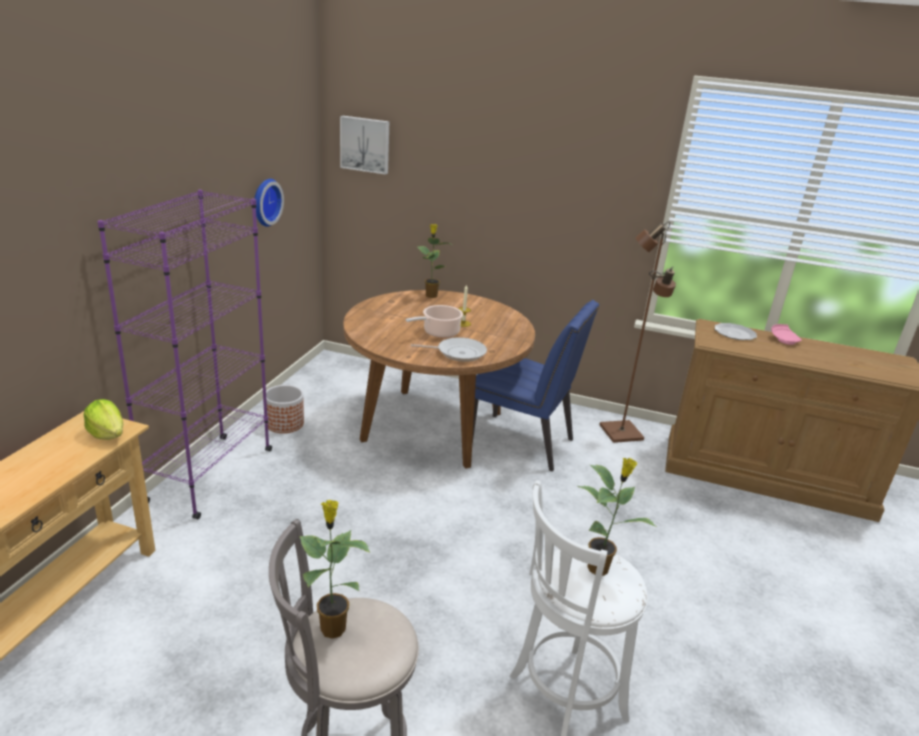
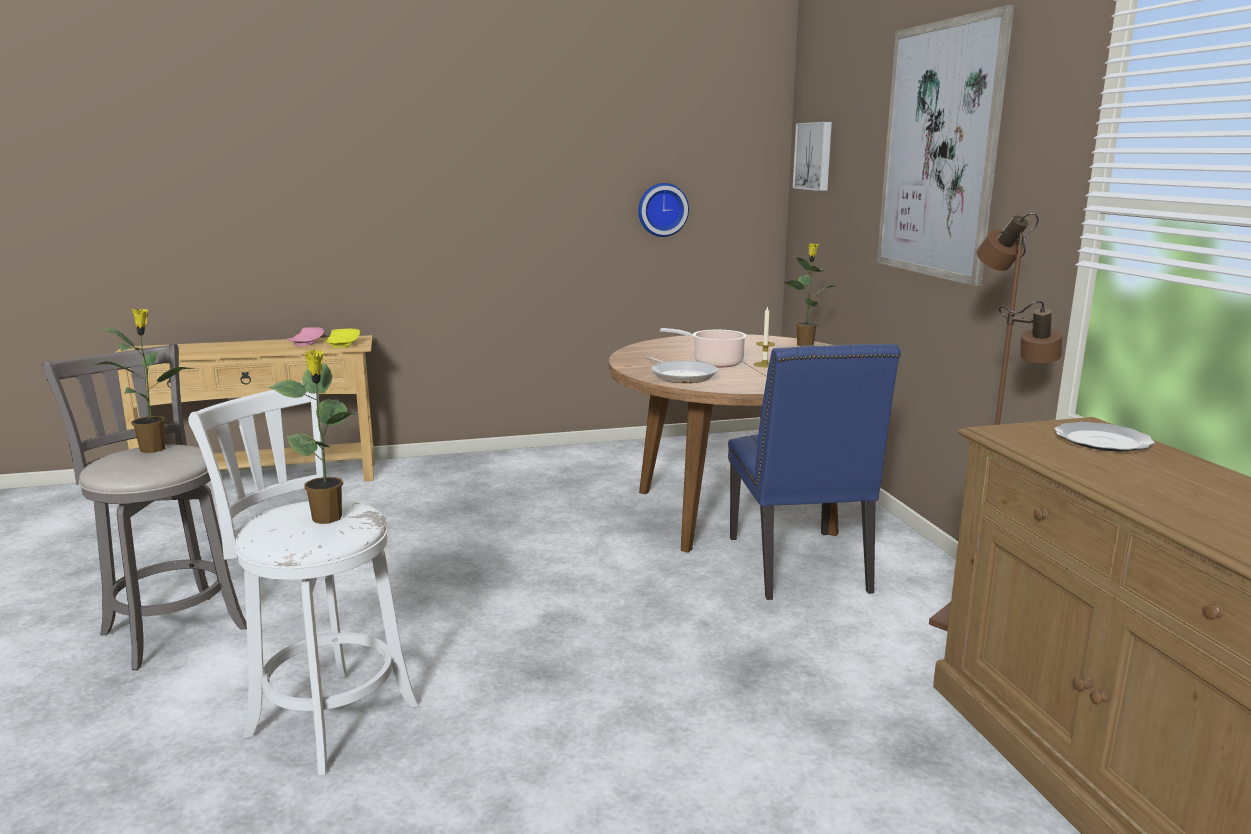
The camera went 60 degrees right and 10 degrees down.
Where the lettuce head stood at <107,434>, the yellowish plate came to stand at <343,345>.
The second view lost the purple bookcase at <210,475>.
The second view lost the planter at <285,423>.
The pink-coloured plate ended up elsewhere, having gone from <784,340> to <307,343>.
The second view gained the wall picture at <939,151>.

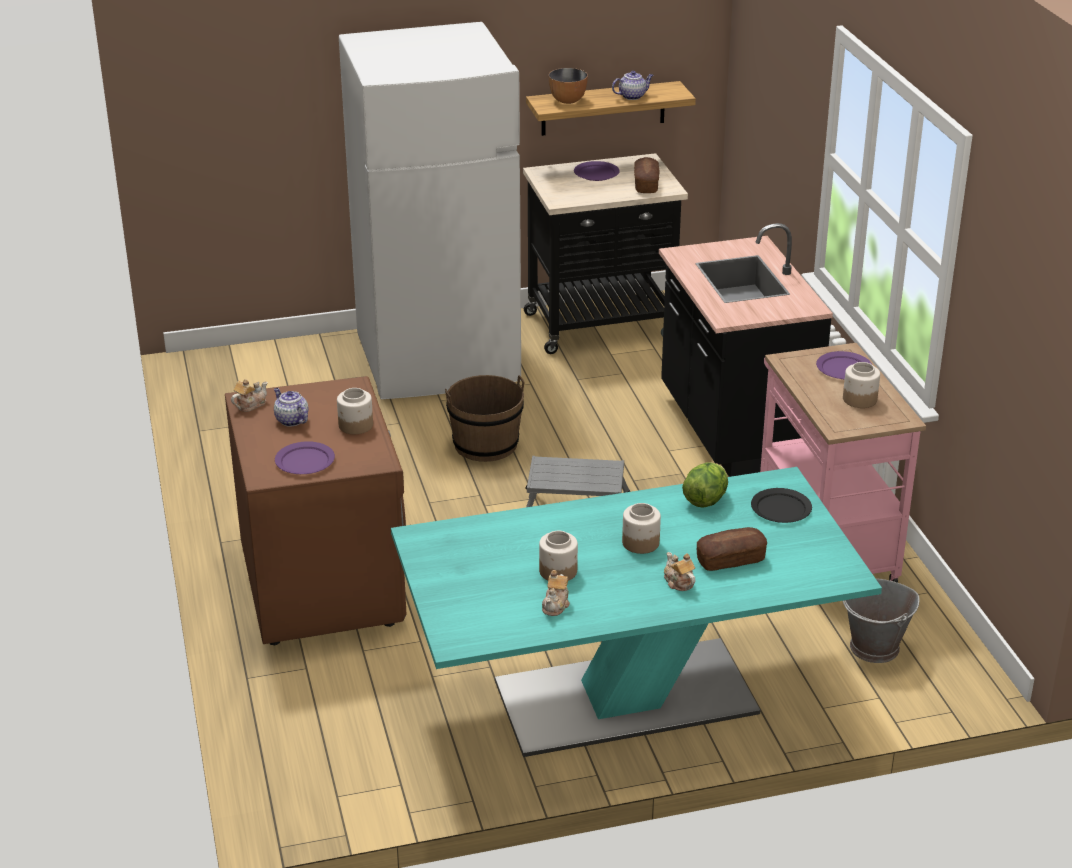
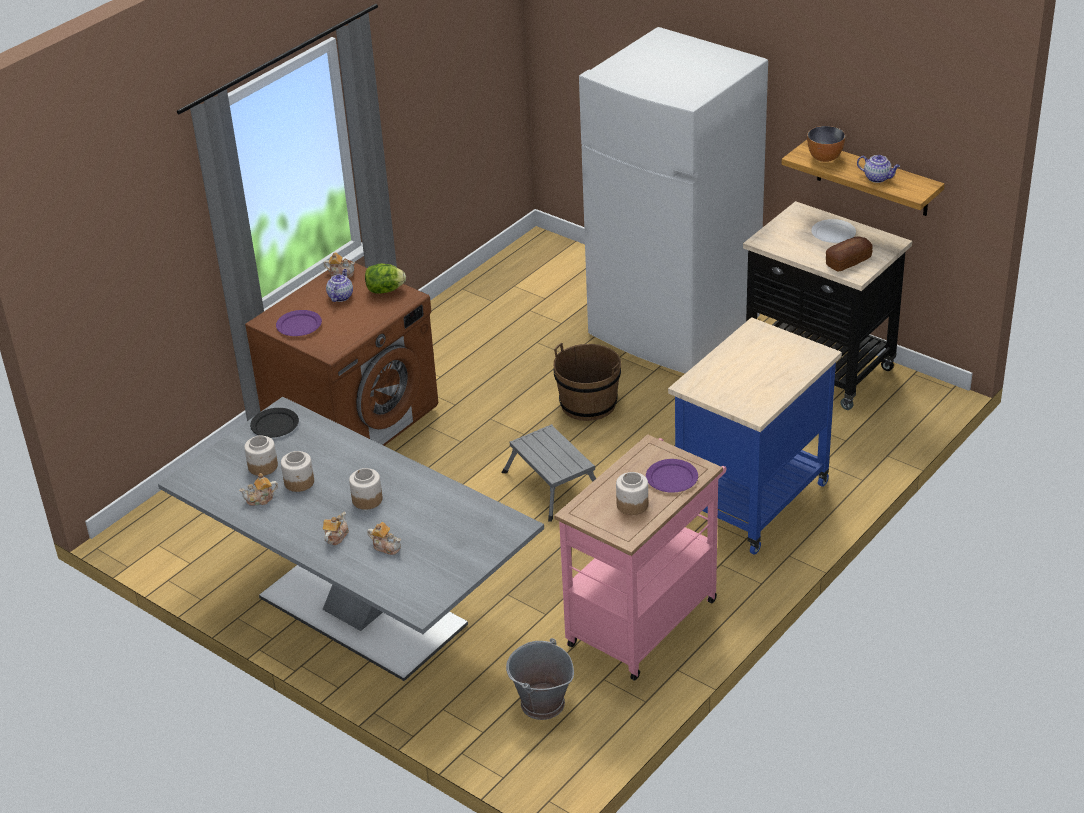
The camera went 55 degrees right and 5 degrees up.
The preserve jar ended up elsewhere, having gone from <355,425> to <262,466>.
What was the blue-green kitchen table at <625,698> turned into the greyish kitchen table at <362,612>.
What was the purple plate at <596,173> turned into the white plate at <833,233>.
Where the black kitchen counter stood at <732,430>, the blue-coloured wheeled cart came to stand at <752,503>.
The lettuce head ended up elsewhere, having gone from <705,500> to <385,290>.
Where the bread stood at <730,560>, the tea pot came to stand at <386,547>.
The black plate ended up elsewhere, having gone from <781,508> to <275,425>.

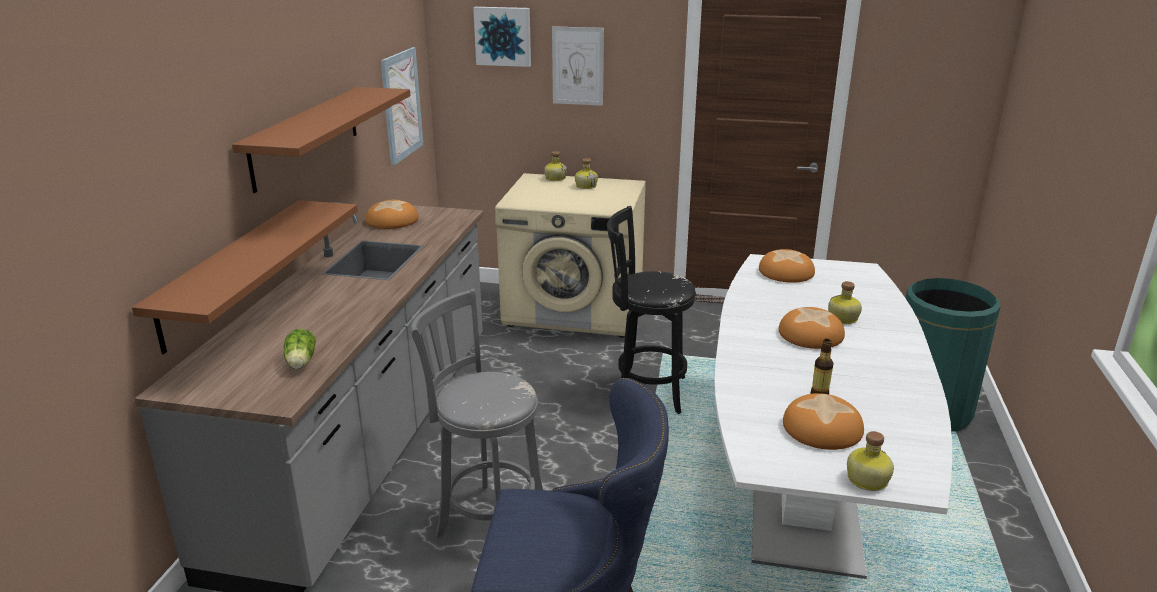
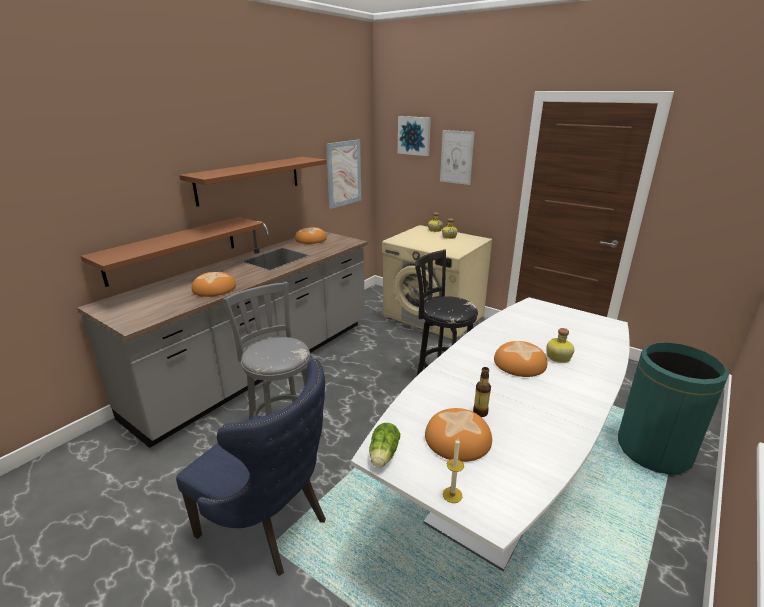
The camera went 25 degrees right and 0 degrees up.
The lettuce head ended up elsewhere, having gone from <300,363> to <383,456>.
The bread ended up elsewhere, having gone from <786,272> to <214,289>.
Where the beverage bottle stood at <866,480>, the wax light came to stand at <452,495>.

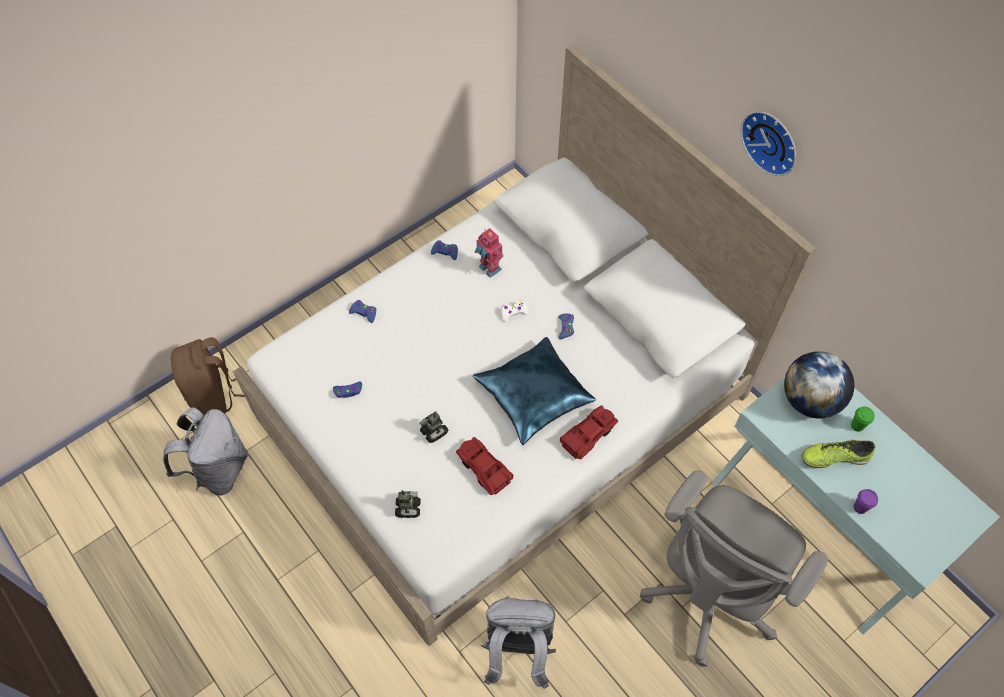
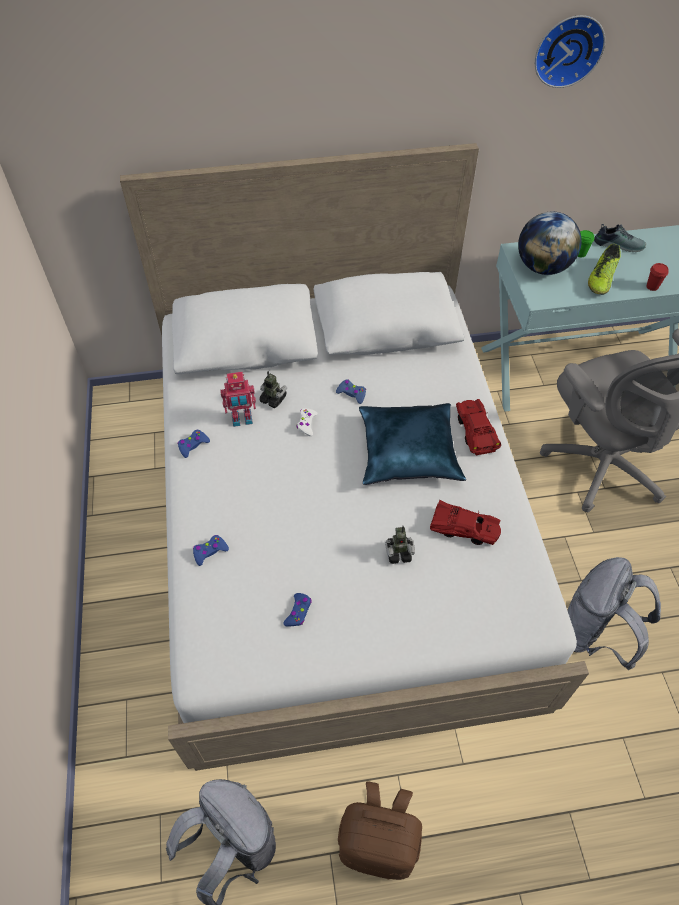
The camera went 60 degrees left and 5 degrees down.
The brown backpack ended up elsewhere, having gone from <215,395> to <379,841>.
The robot figure ended up elsewhere, having gone from <408,508> to <273,399>.
The reddish miniature car at <483,468> ended up facing another way, 150 degrees counterclockwise from before.
The hanging clock ended up elsewhere, having gone from <772,141> to <567,49>.
What was the purple drinking cup at <860,507> turned into the reddish drinking cup at <652,286>.
The second view gained the shoe at <618,244>.

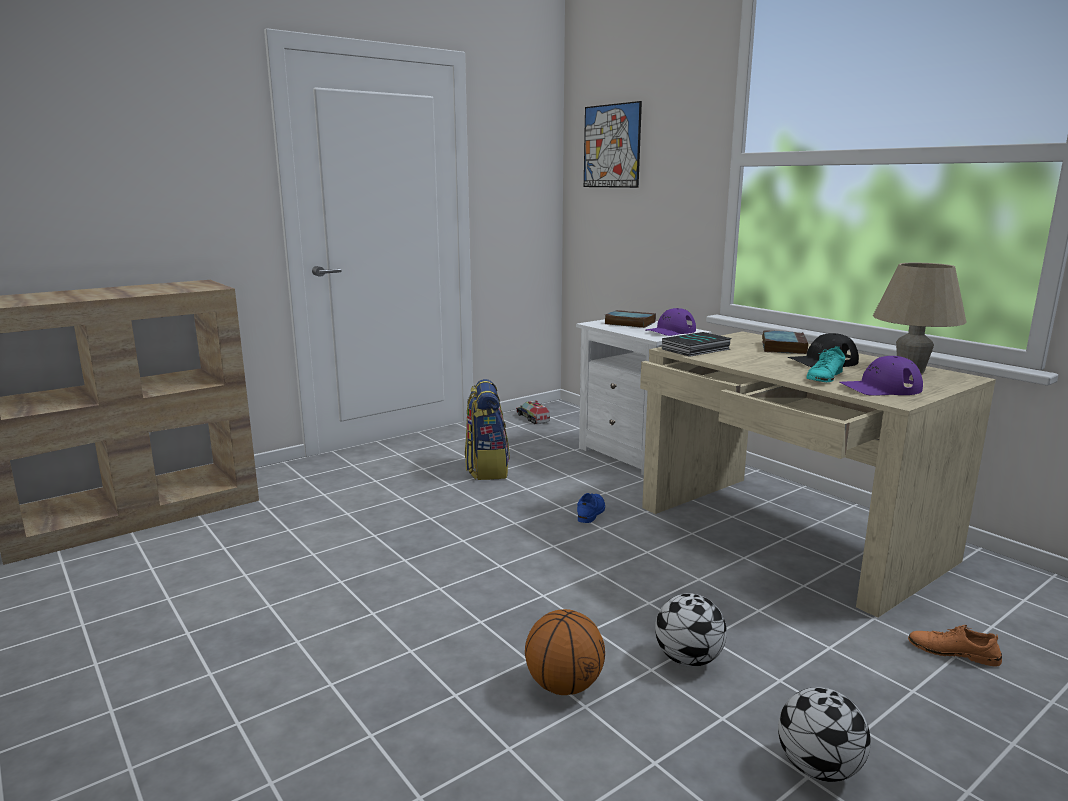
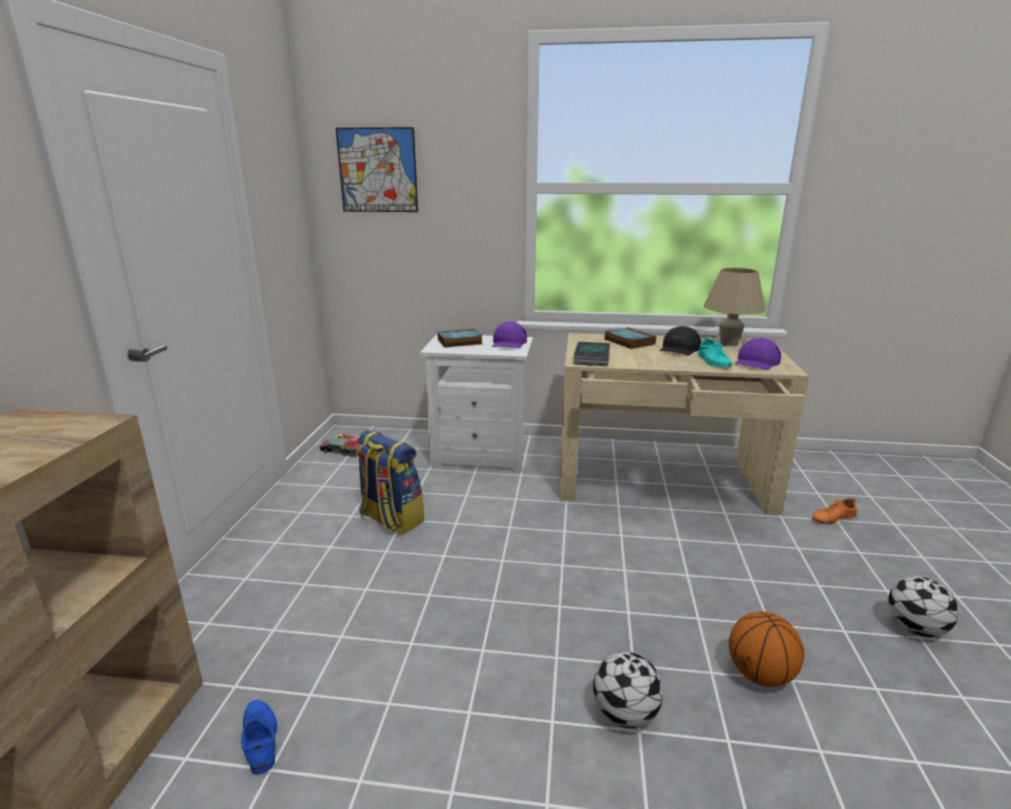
The camera went 45 degrees left and 5 degrees up.
The blue-coloured shoe ended up elsewhere, having gone from <591,512> to <260,738>.
The football ball ended up elsewhere, having gone from <688,660> to <625,714>.

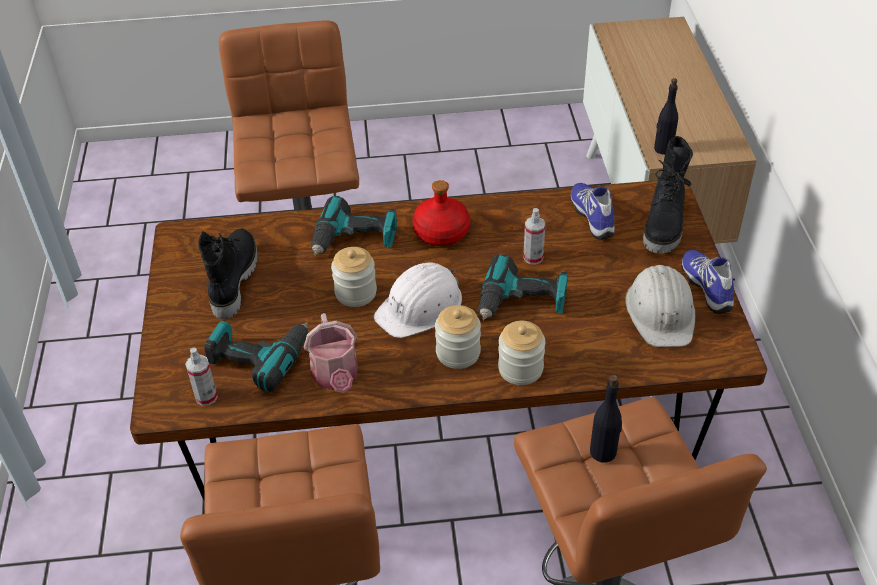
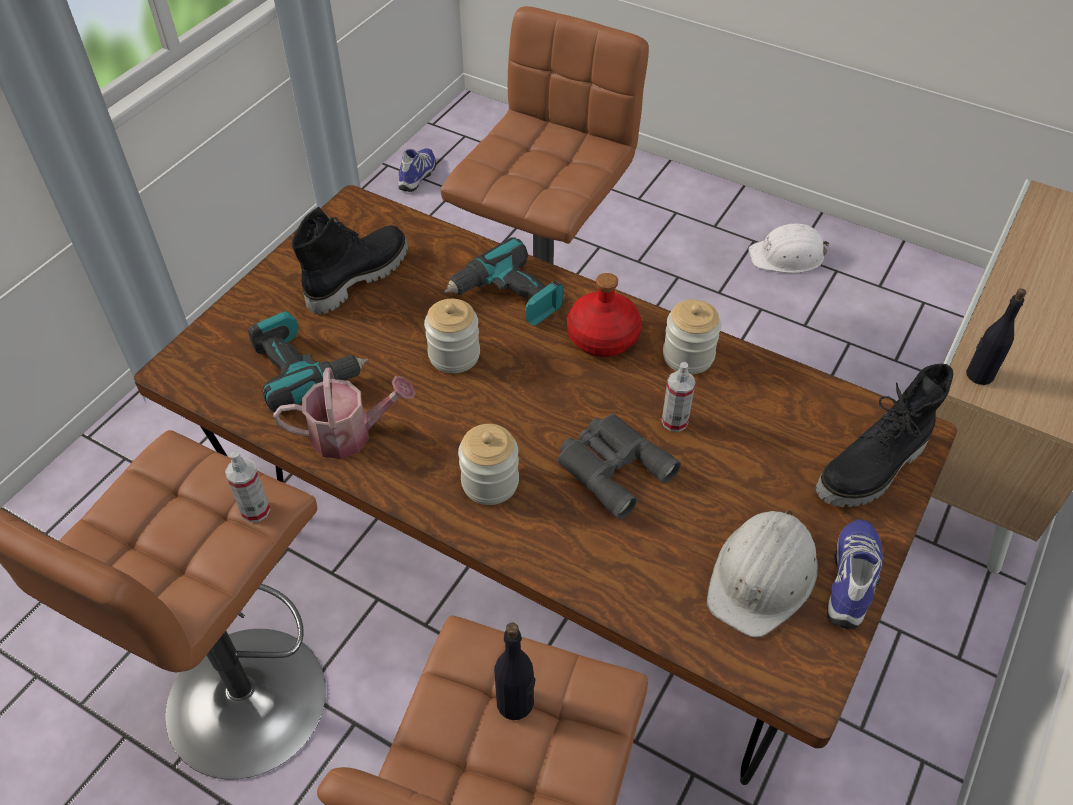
The camera went 35 degrees right and 5 degrees up.
The hand sprayer ended up elsewhere, having gone from <206,397> to <255,510>.
The watering pot at <336,377> ended up facing another way, 120 degrees counterclockwise from before.
The white work helmet ended up elsewhere, having gone from <421,307> to <787,256>.
Where the power drill stood at <522,303>, the greyish binoculars came to stand at <612,467>.
The preserve jar ended up elsewhere, having gone from <520,369> to <688,356>.
The shoe ended up elsewhere, having gone from <593,217> to <418,176>.

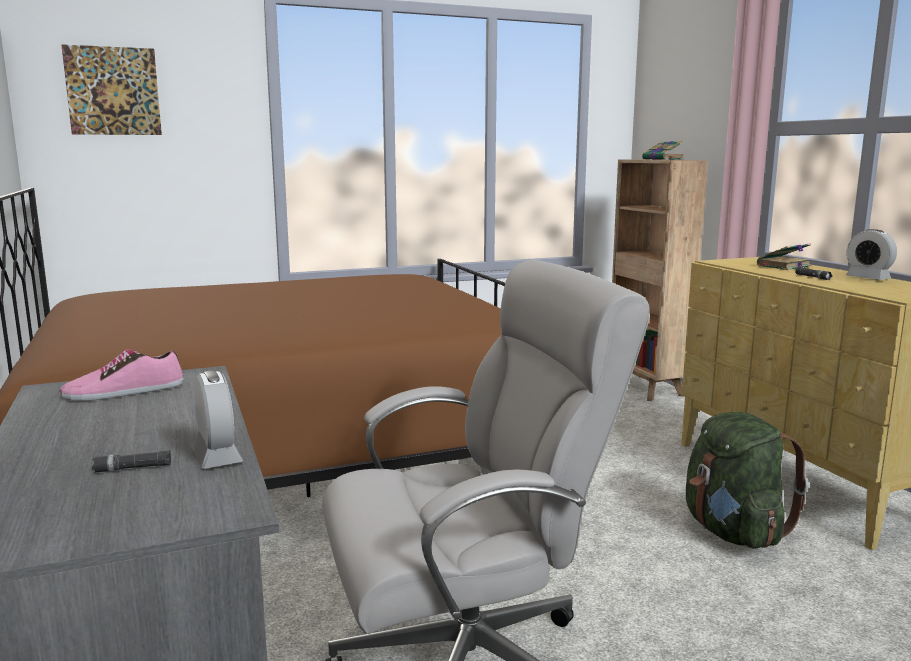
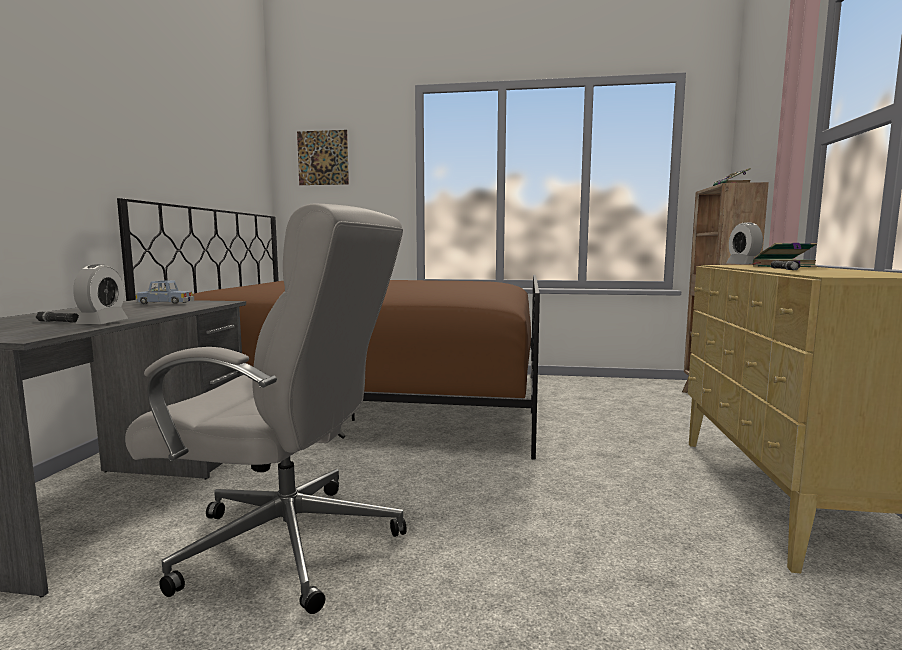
The camera went 30 degrees right and 5 degrees down.
Where the shoe stood at <124,391>, the blue-coloured miniature car came to stand at <165,303>.
The second view lost the greenish backpack at <733,532>.
The table clock ended up elsewhere, having gone from <867,278> to <743,265>.

